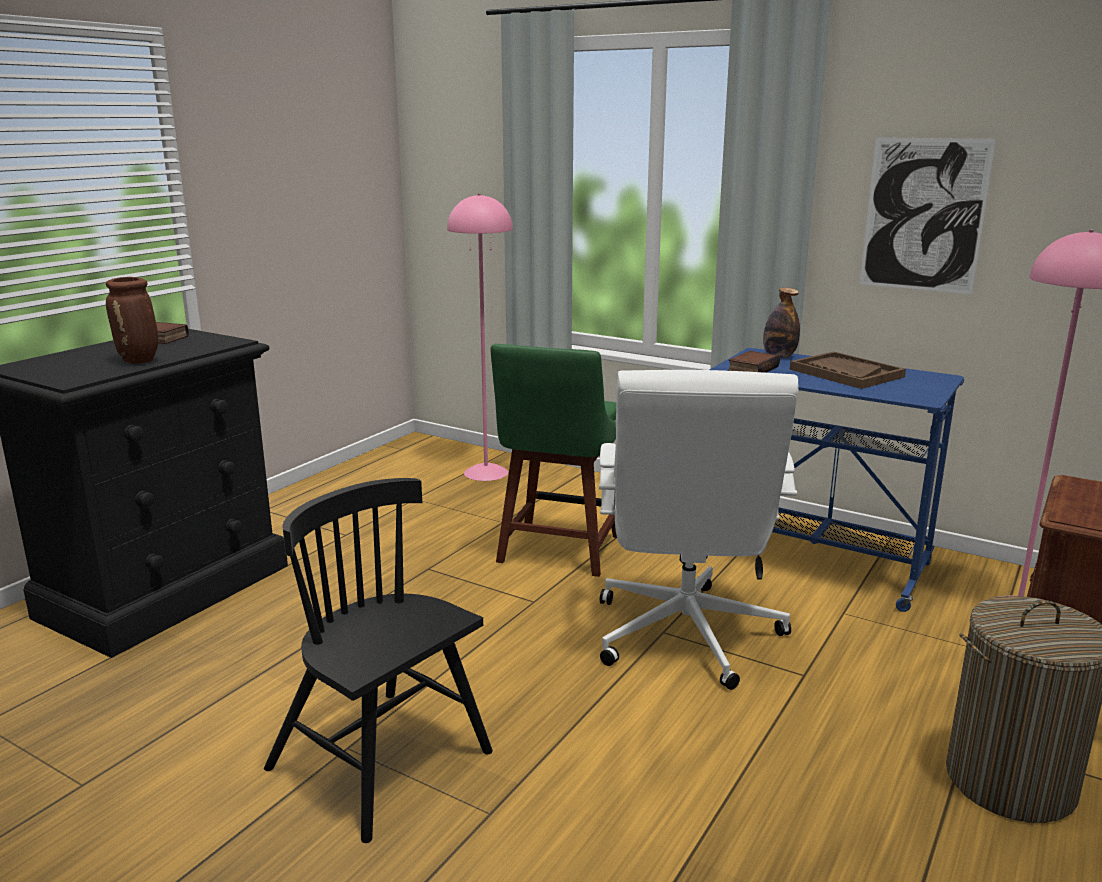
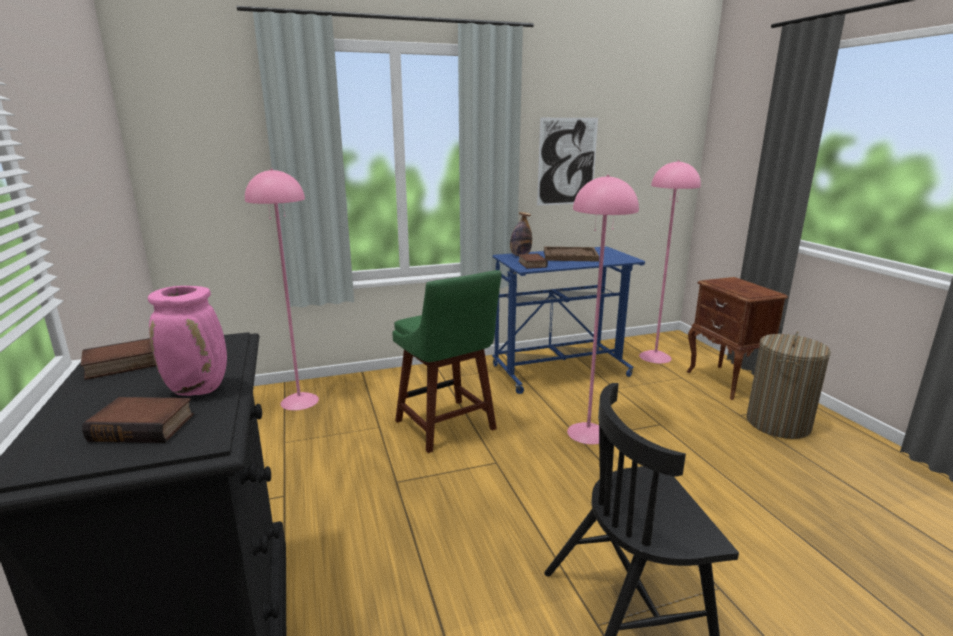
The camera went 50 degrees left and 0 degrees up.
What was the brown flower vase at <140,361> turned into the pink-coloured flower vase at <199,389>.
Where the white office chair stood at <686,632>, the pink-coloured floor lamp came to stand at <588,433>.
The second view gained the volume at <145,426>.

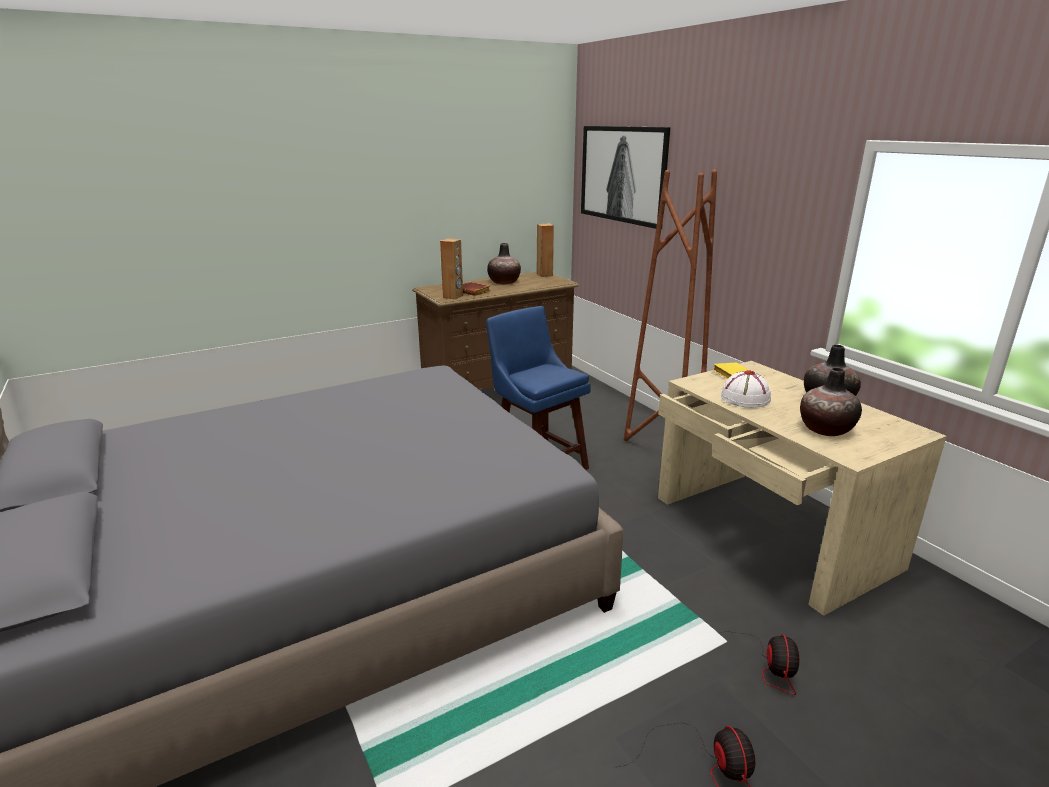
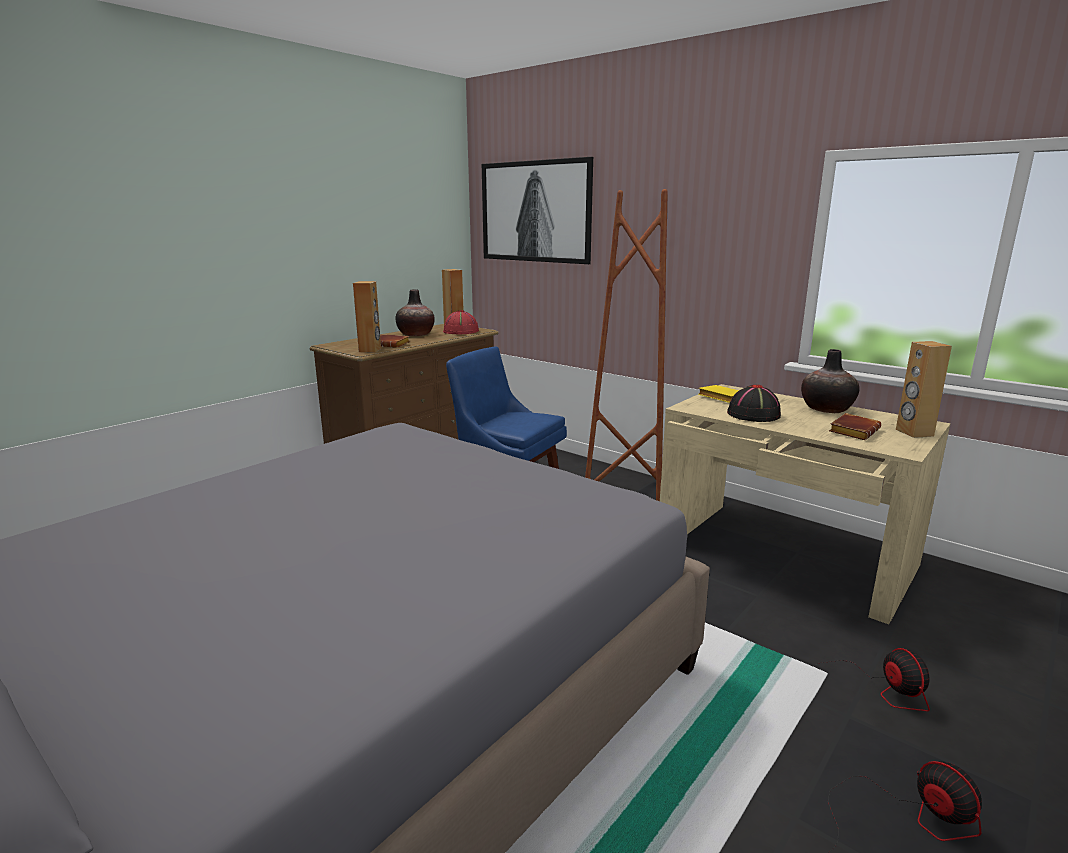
The camera went 20 degrees left and 5 degrees down.
What was the white clothing hat at <744,398> turned into the black clothing hat at <753,415>.
Where the flower vase stood at <825,429>, the brown volume came to stand at <853,431>.
The second view gained the reddish clothing hat at <461,332>.
The second view gained the brown speaker at <914,433>.

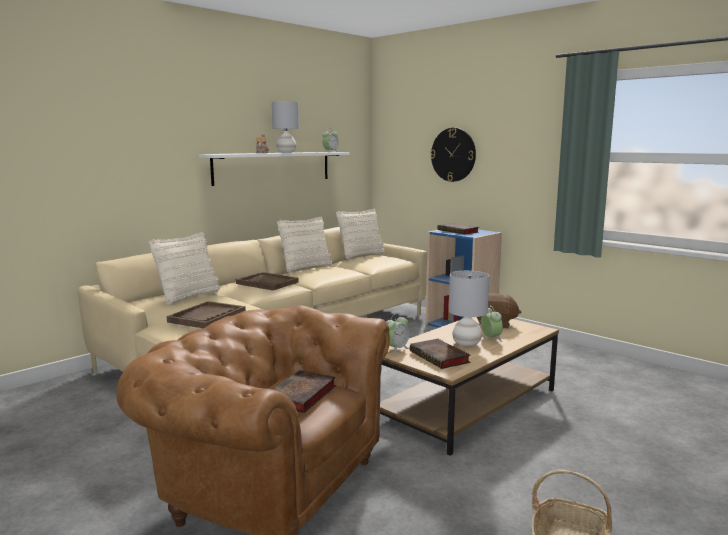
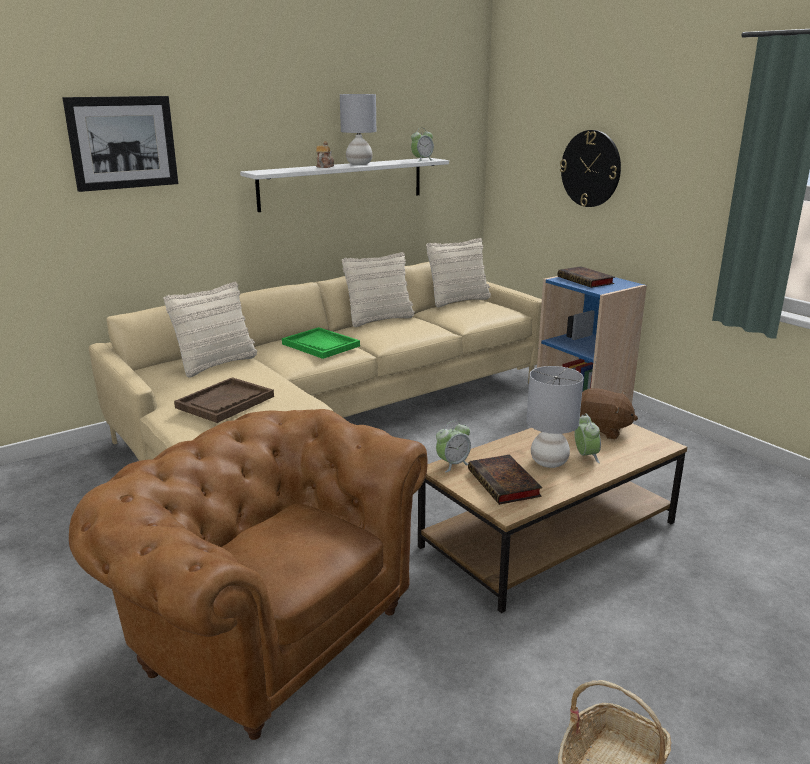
The camera went 10 degrees right and 10 degrees up.
What was the brown carrying tray at <267,283> turned into the greenish carrying tray at <321,345>.
The second view lost the volume at <301,396>.
The second view gained the wall picture at <123,143>.

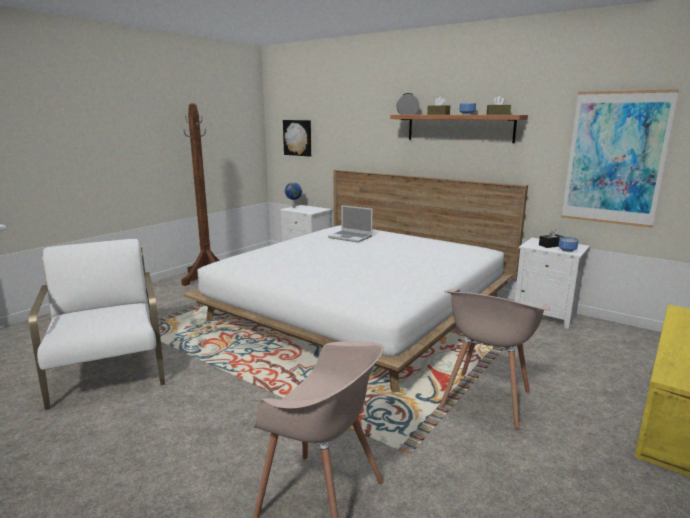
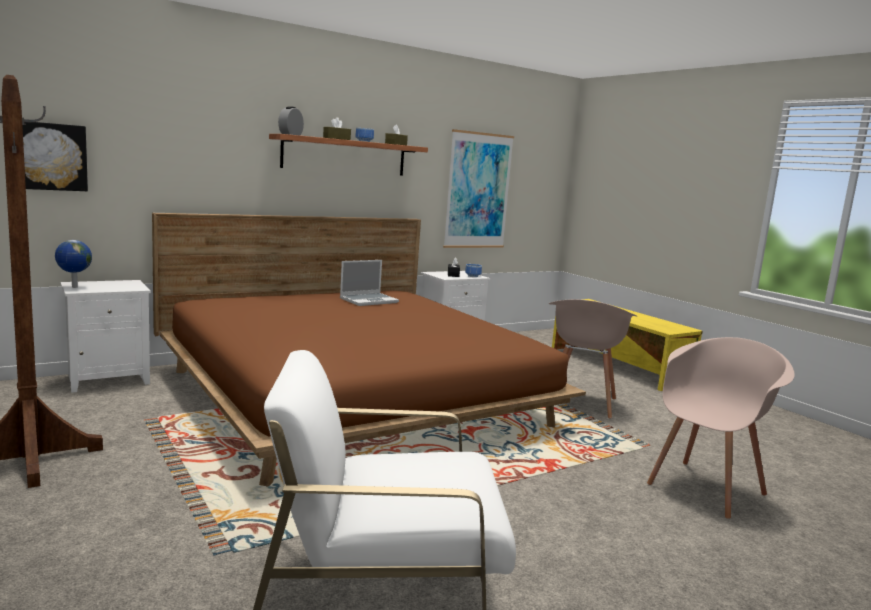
The camera went 70 degrees left and 5 degrees down.
What was the white sleeping bed at <359,311> turned into the brown sleeping bed at <354,397>.
The portable computer ended up elsewhere, having gone from <351,237> to <369,300>.
The beige-coloured chair at <486,400> ended up facing another way, 60 degrees clockwise from before.

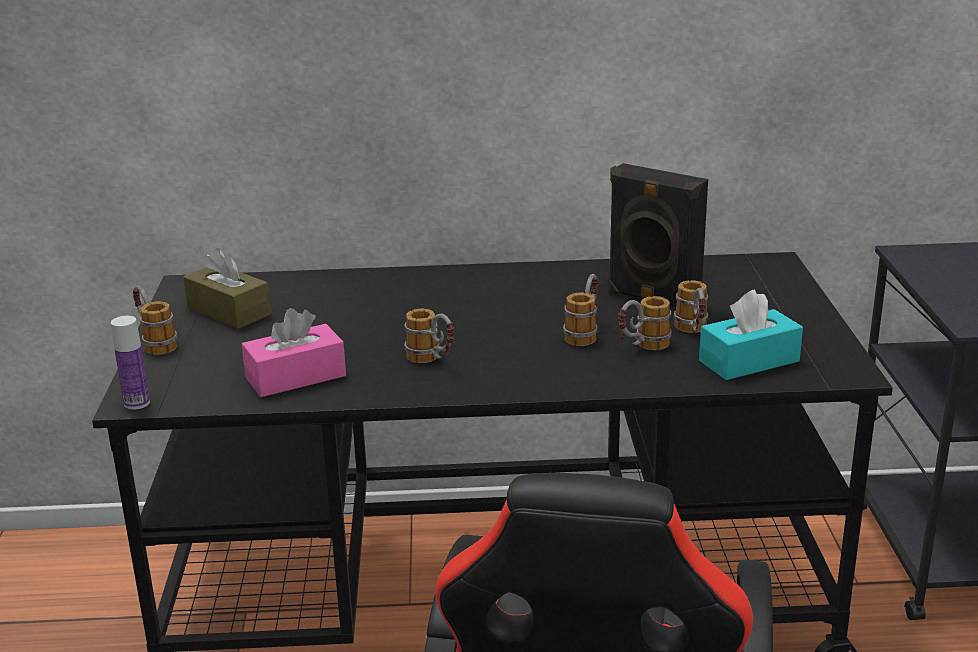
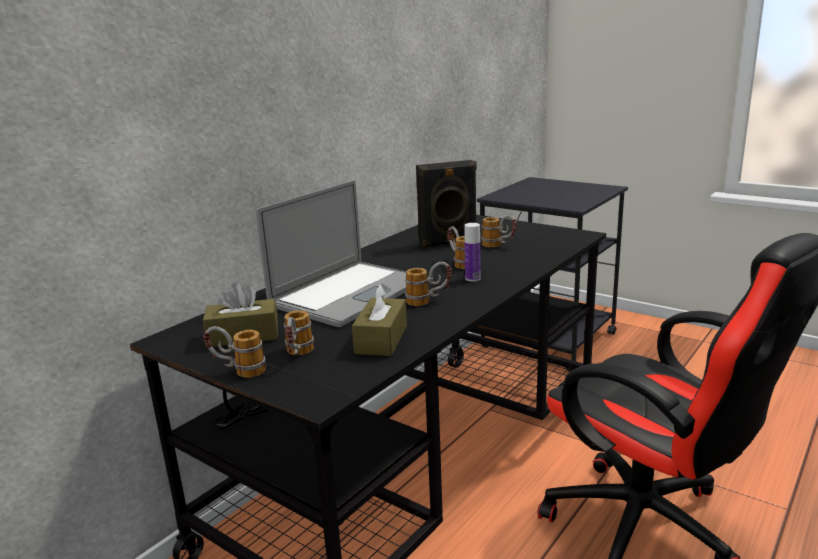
The camera went 50 degrees left and 5 degrees down.
The beverage bottle ended up elsewhere, having gone from <137,403> to <472,278>.
What was the pink-coloured tissue holder at <295,377> turned into the brown tissue holder at <381,339>.
The coffee mug ended up elsewhere, having gone from <642,348> to <298,355>.
The second view lost the blue-green tissue holder at <749,361>.
The second view gained the portable computer at <350,293>.

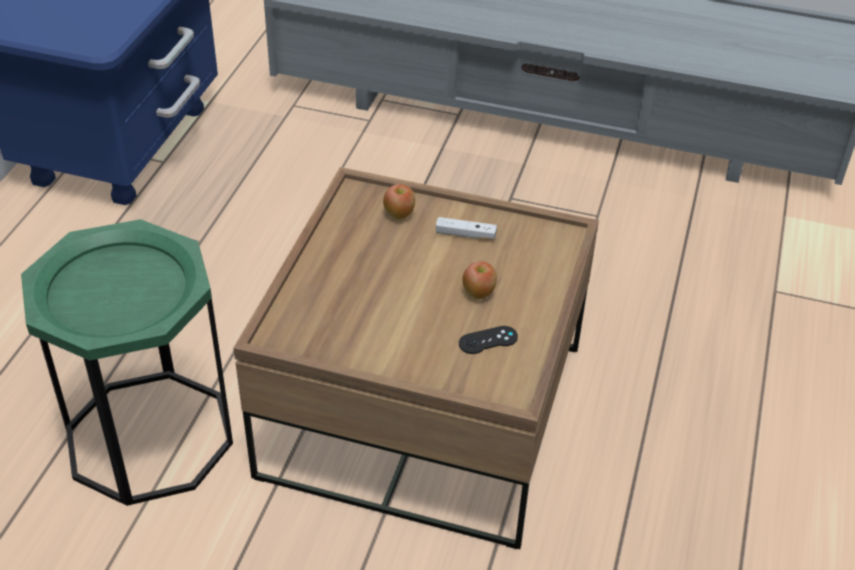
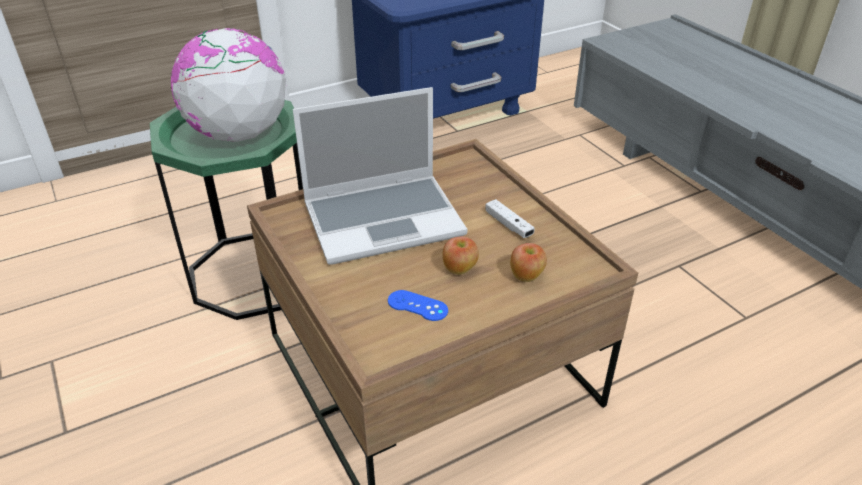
The camera went 45 degrees right and 5 degrees down.
The apple fruit ended up elsewhere, having gone from <399,214> to <526,276>.
What was the black gamepad at <488,340> turned into the blue-coloured gamepad at <417,306>.
The second view gained the desk globe at <238,134>.
The second view gained the portable computer at <385,219>.

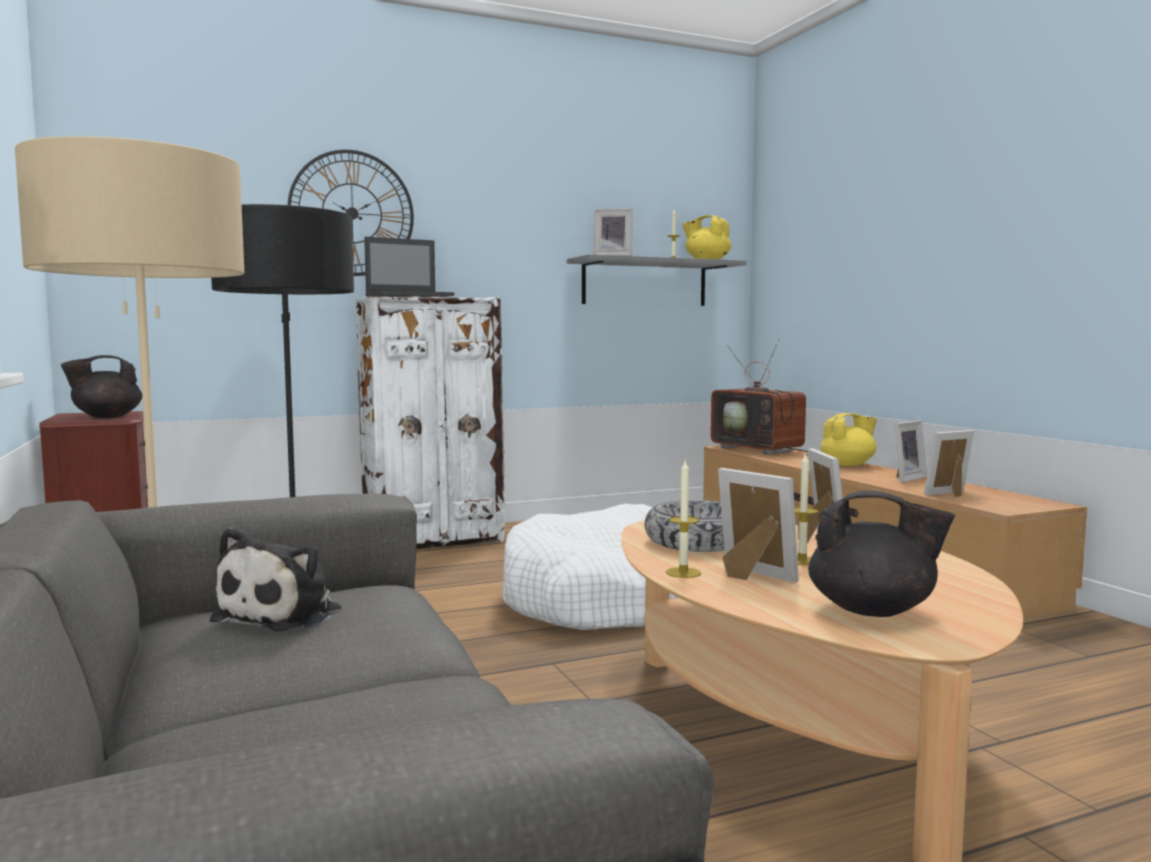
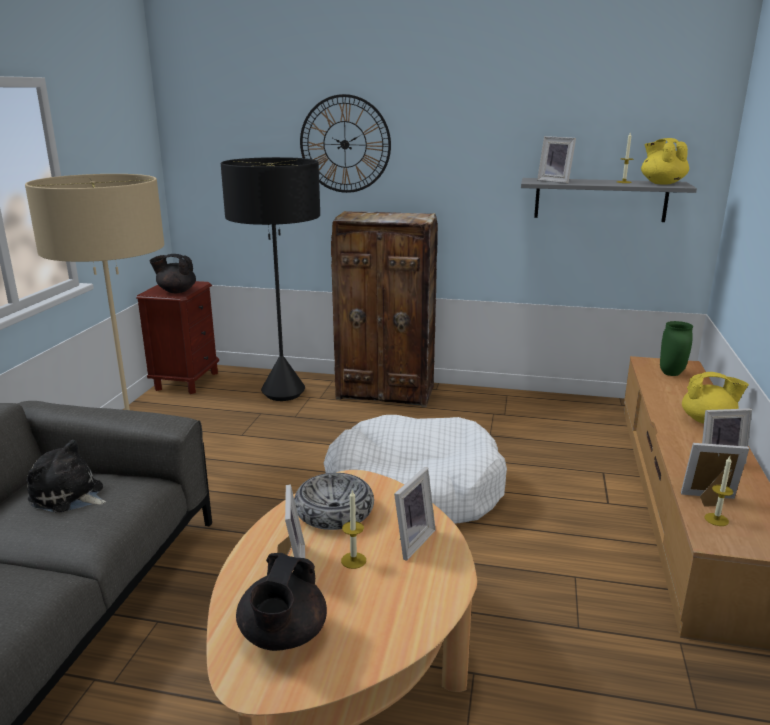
The camera went 35 degrees right and 15 degrees up.
The cuddly toy at <284,614> ended up facing another way, 60 degrees clockwise from before.
What was the white storage cabinet at <434,539> turned into the brown storage cabinet at <386,392>.
The second view lost the portable computer at <410,296>.
The wax light ended up elsewhere, having gone from <683,572> to <716,519>.
Where the TV stood at <761,450>, the greenish flower vase came to stand at <672,374>.
The black tea pot at <873,611> ended up facing another way, 45 degrees clockwise from before.

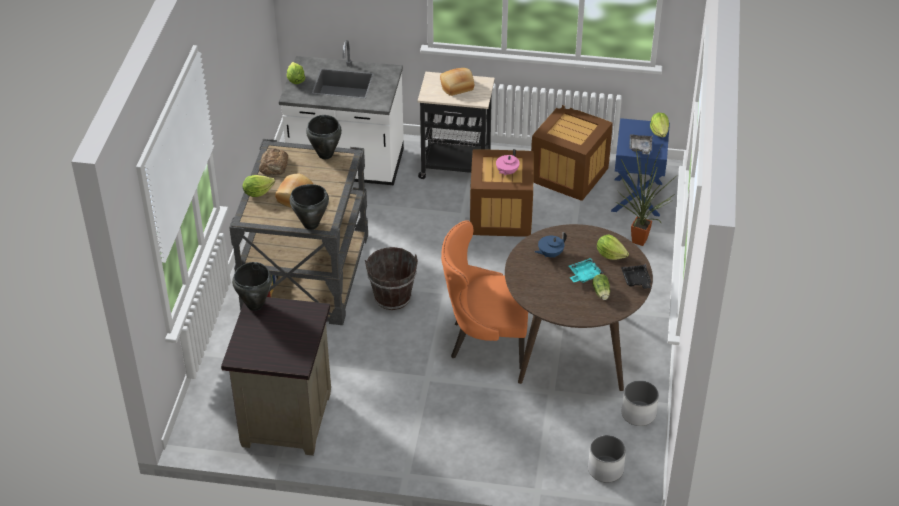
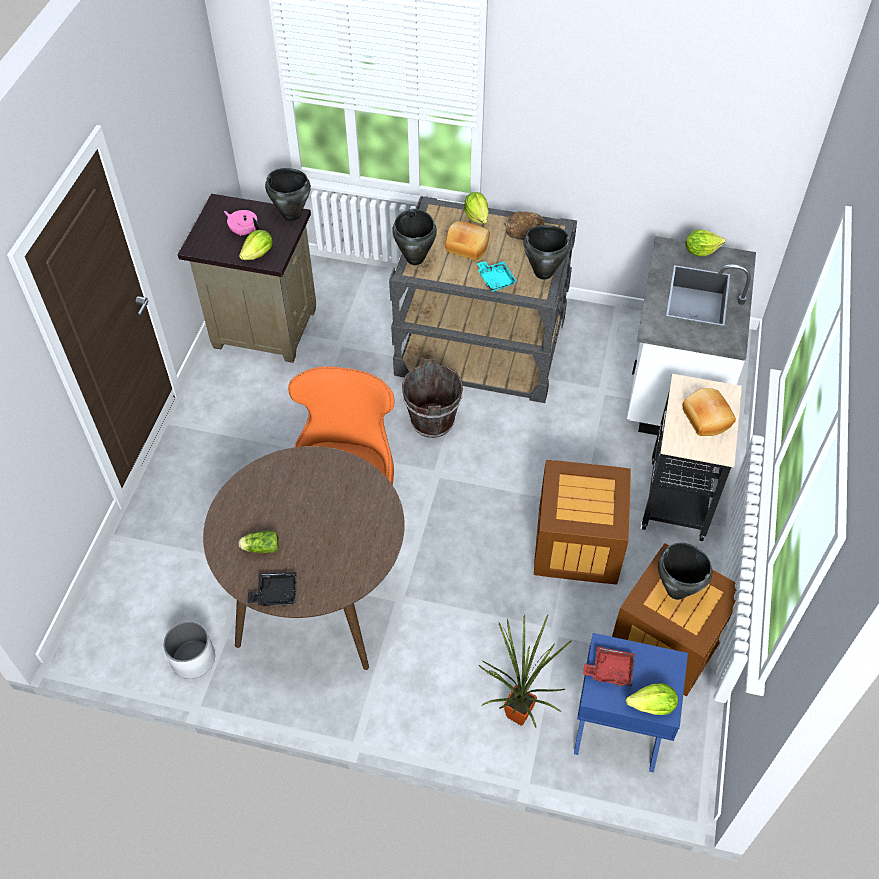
The camera went 95 degrees right and 10 degrees up.
The pink-coloured tea pot ended up elsewhere, having gone from <507,172> to <244,231>.
The second view lost the blue-coloured tea pot at <550,254>.
The blue-green carrying tray ended up elsewhere, having gone from <584,275> to <495,280>.
The second view lost the white planter at <605,469>.
The lettuce head ended up elsewhere, having gone from <610,255> to <258,254>.
What was the greyish carrying tray at <640,148> turned into the reddish carrying tray at <610,670>.
The second view gained the black stockpot at <676,590>.

